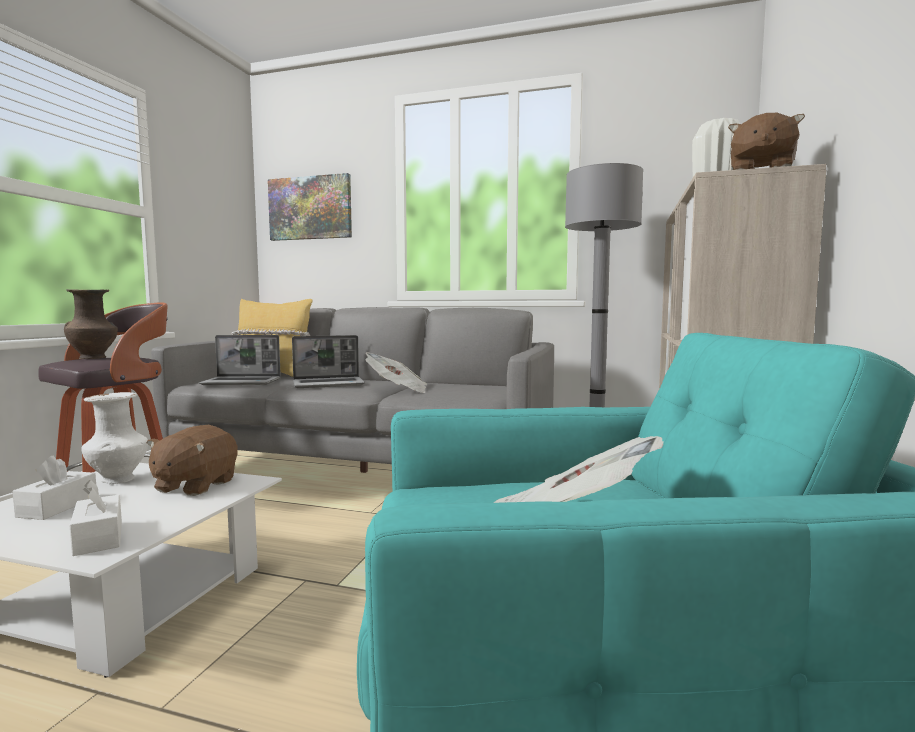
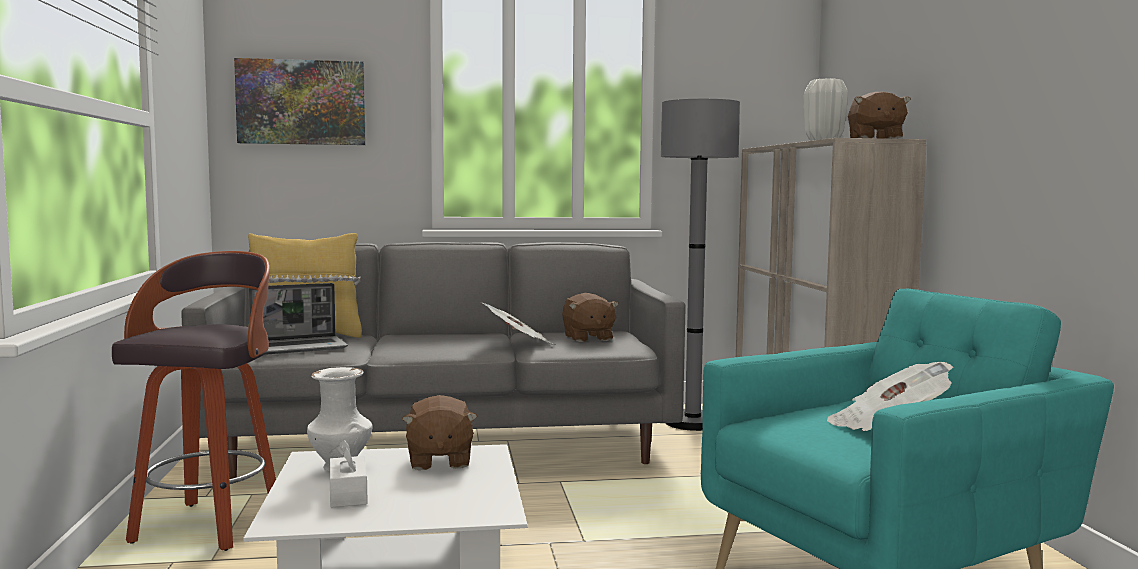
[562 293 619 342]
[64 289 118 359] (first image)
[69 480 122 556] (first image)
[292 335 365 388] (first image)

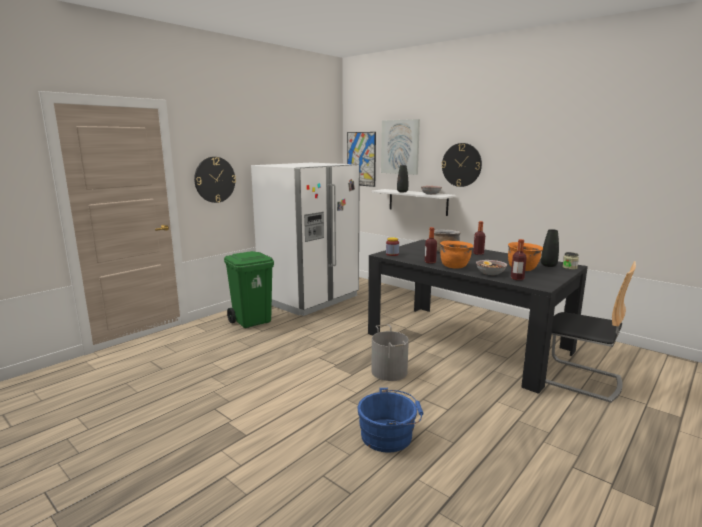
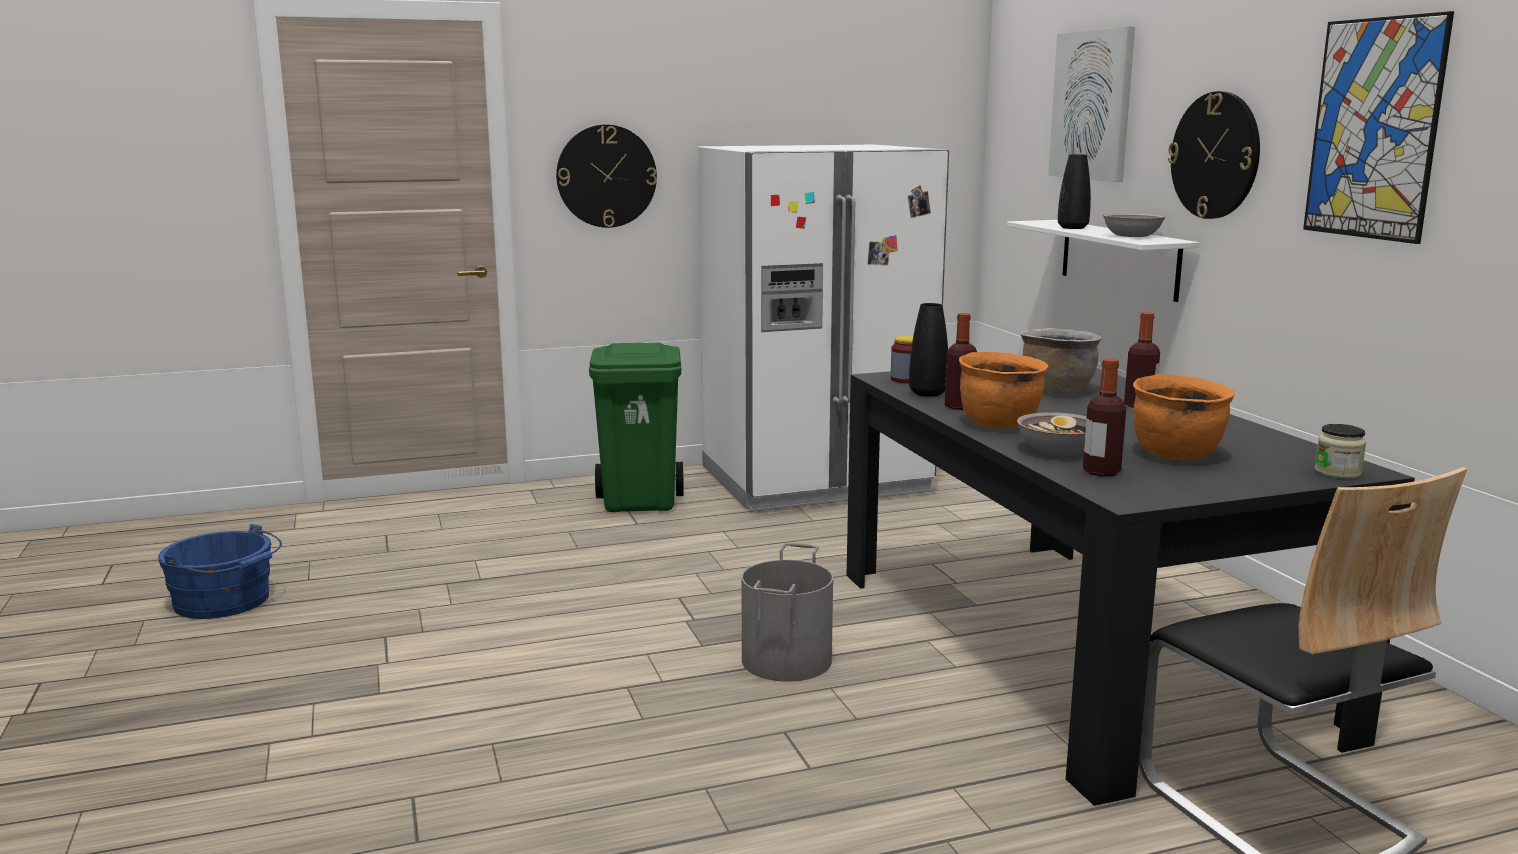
[158 524 282 619]
[909 303 948 397]
[1303 11 1454 244]

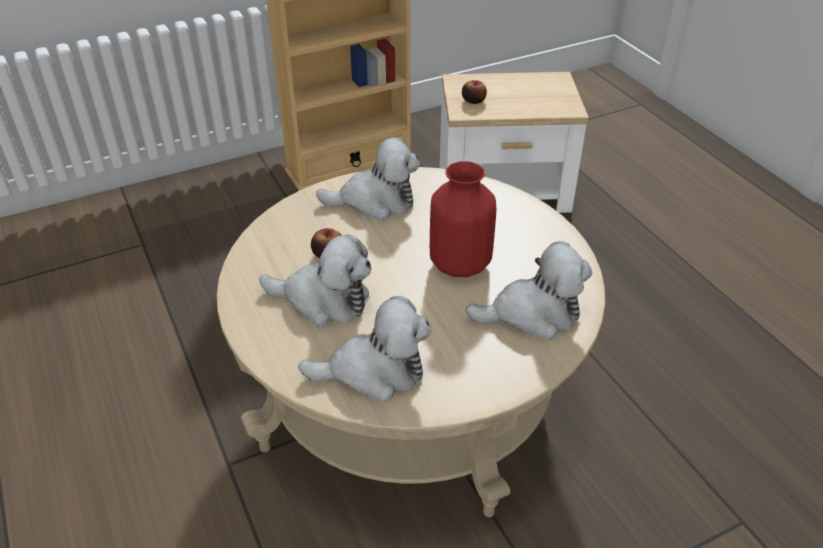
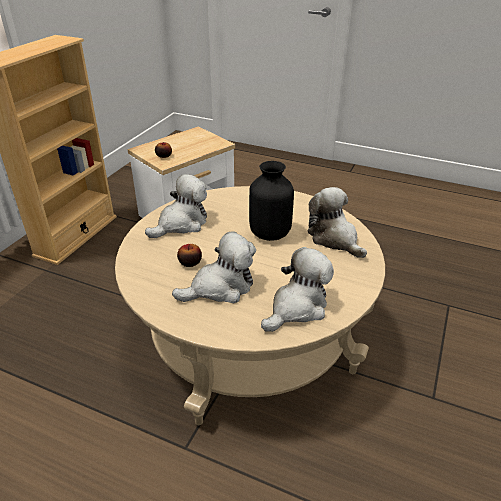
[249 161 294 241]
[308 187 367 258]

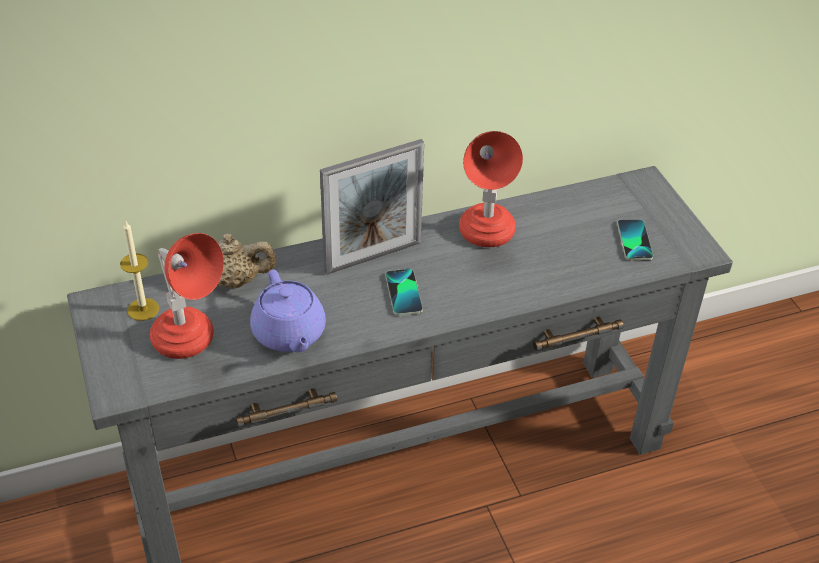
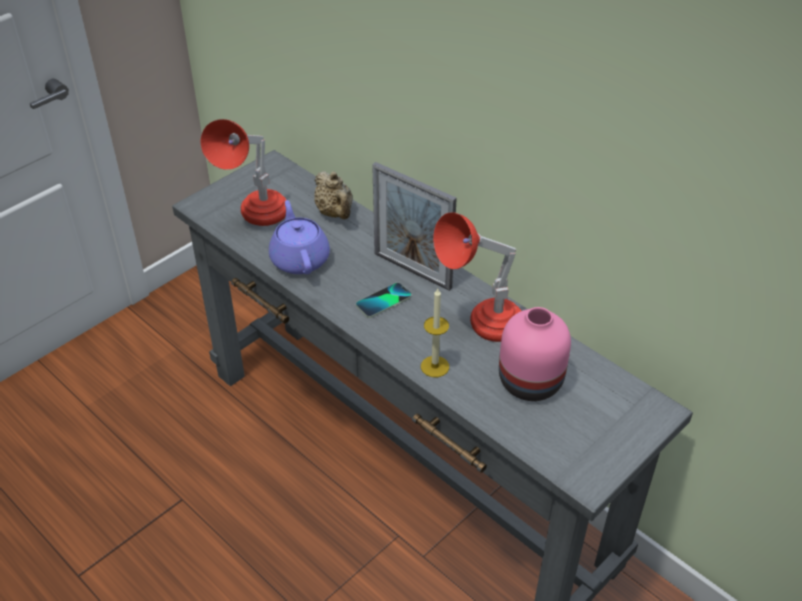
[269 200 330 274]
[421 289 449 377]
[499 307 571 401]
[617 219 653 261] (first image)

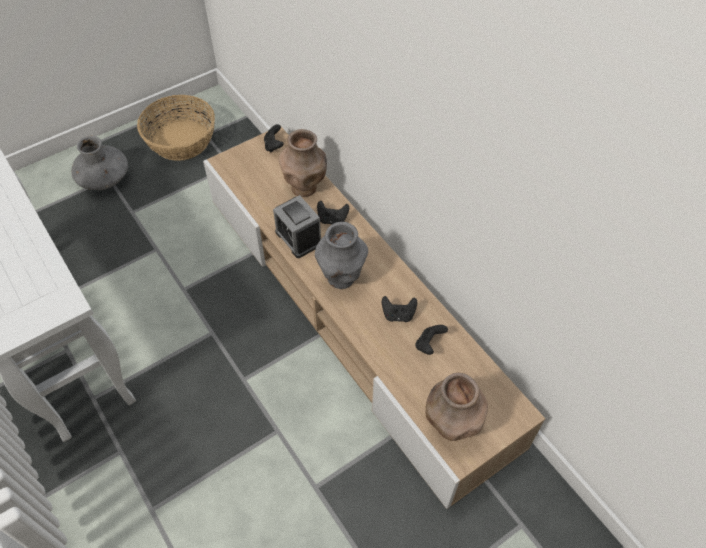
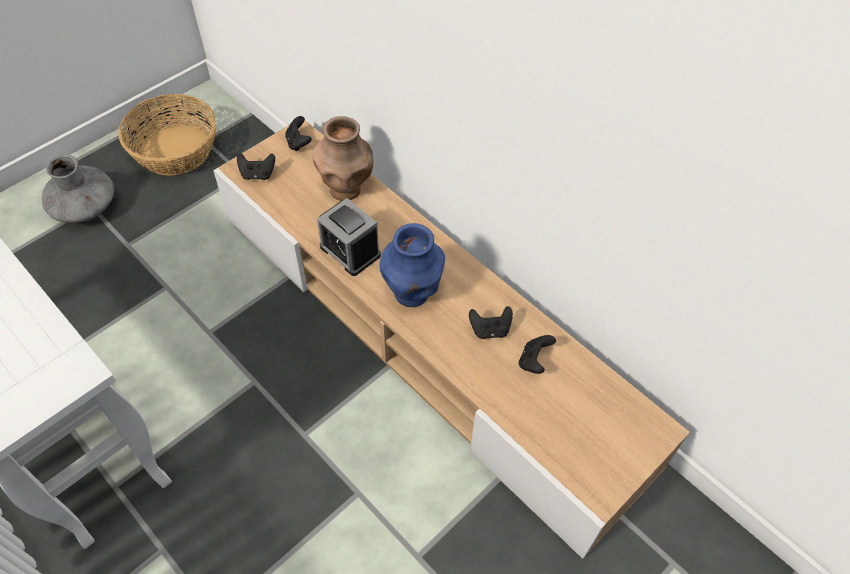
[237 153 275 180]
[379 223 445 307]
[426 373 488 441] (first image)

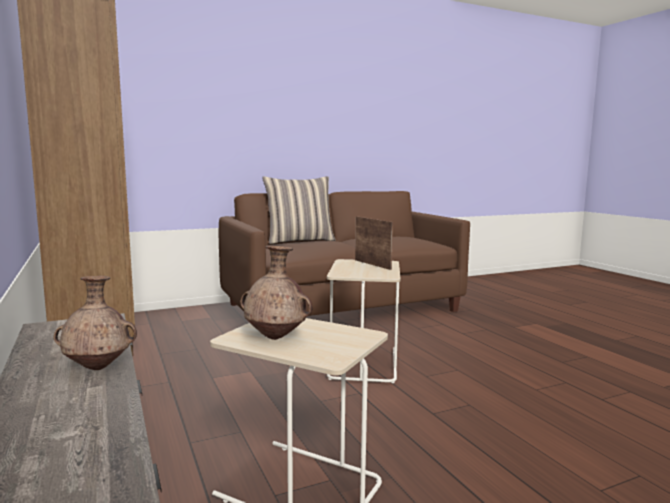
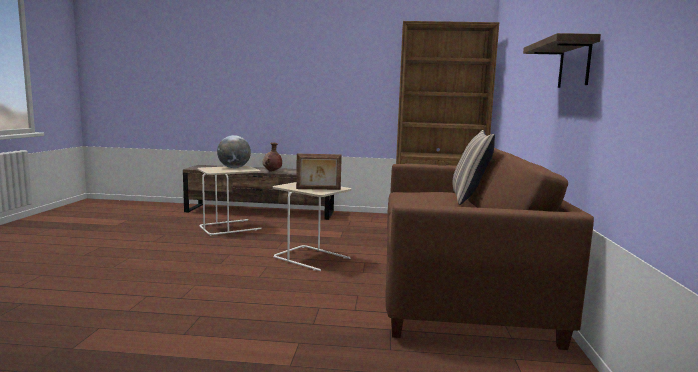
[217 135 251 168]
[523 33 601 88]

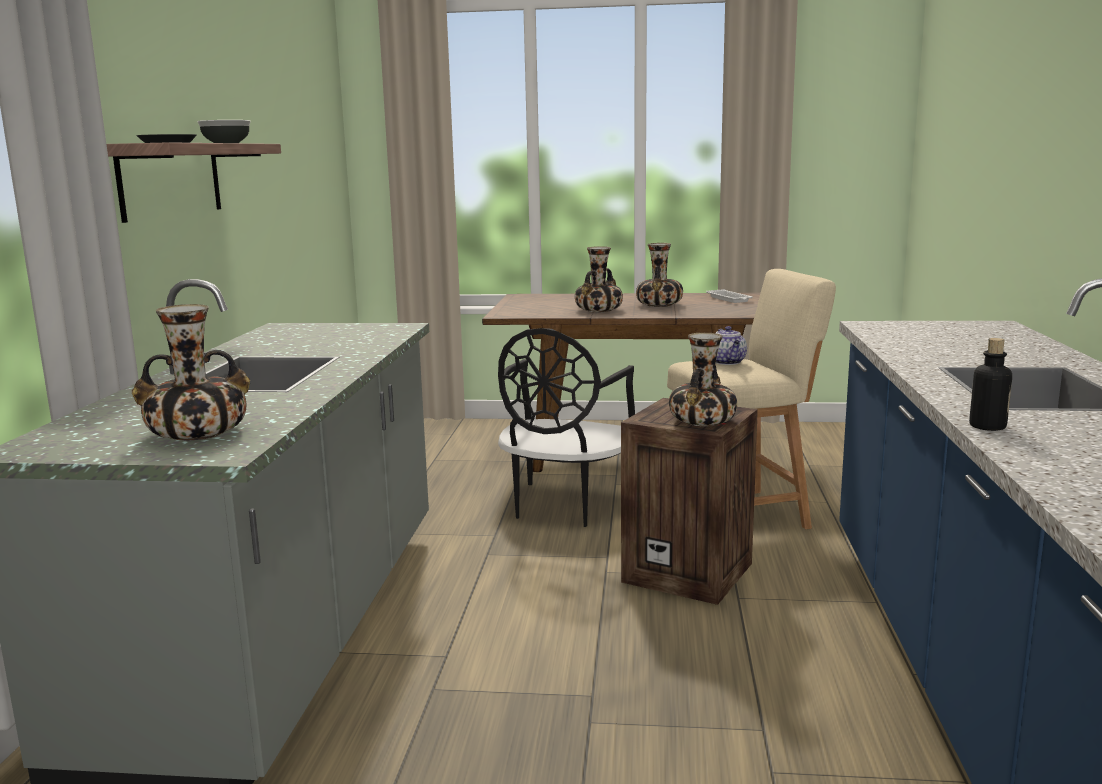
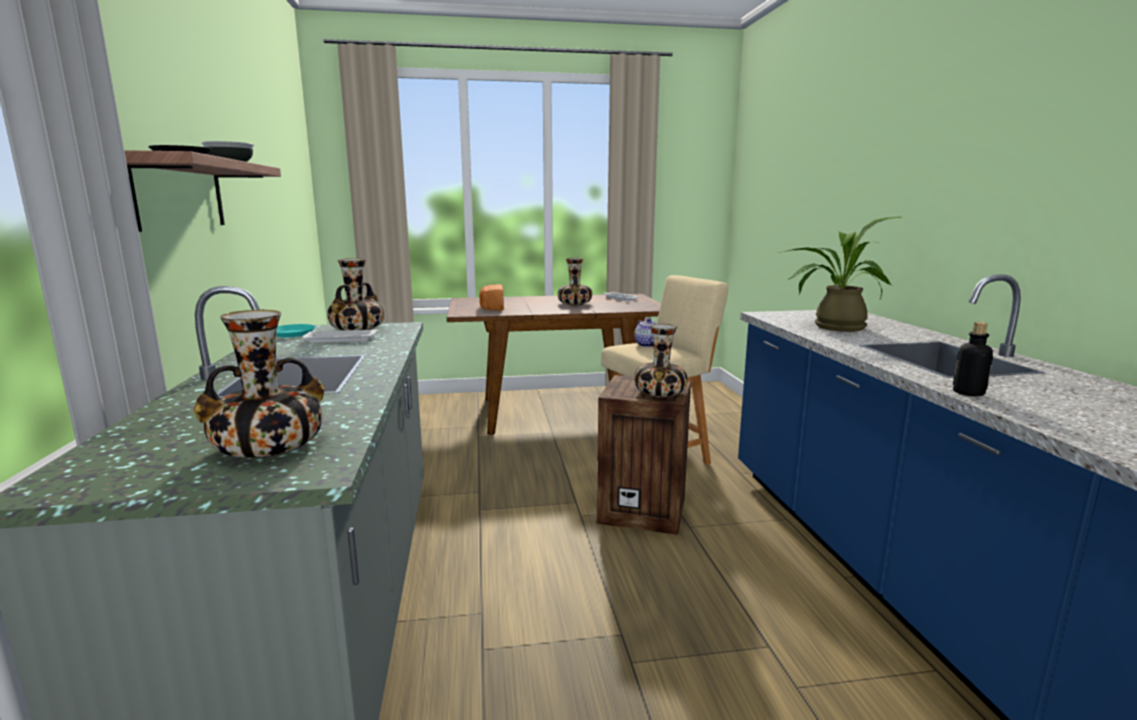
[276 324 316 338]
[302 329 378 343]
[327 258 384 330]
[480 284 504 311]
[779 217 901 332]
[498 328 635 527] (first image)

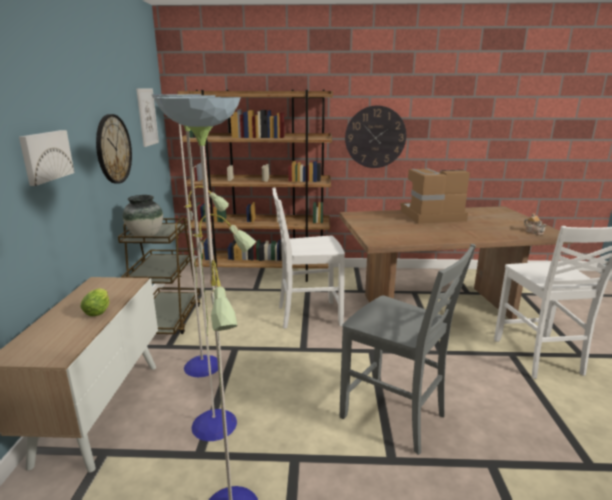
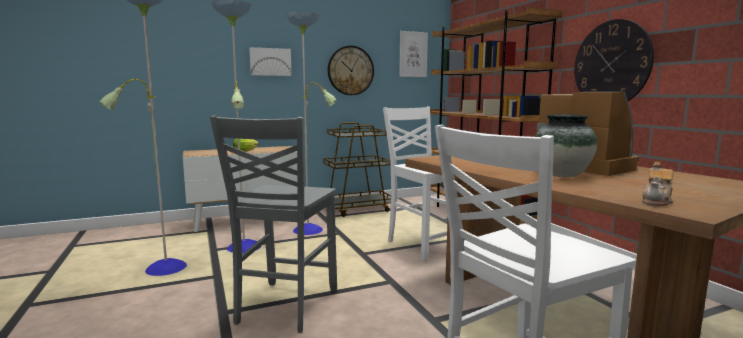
[535 114 597 177]

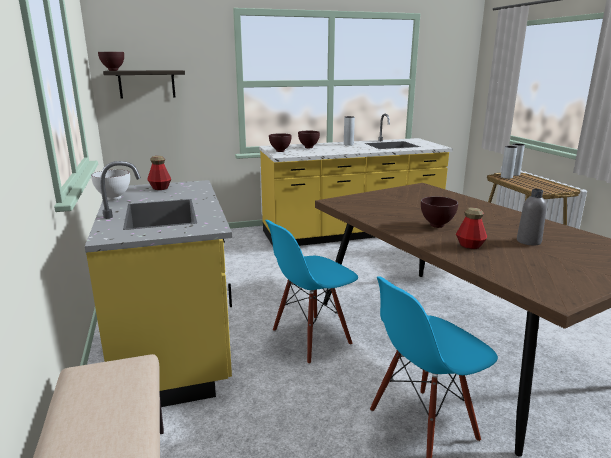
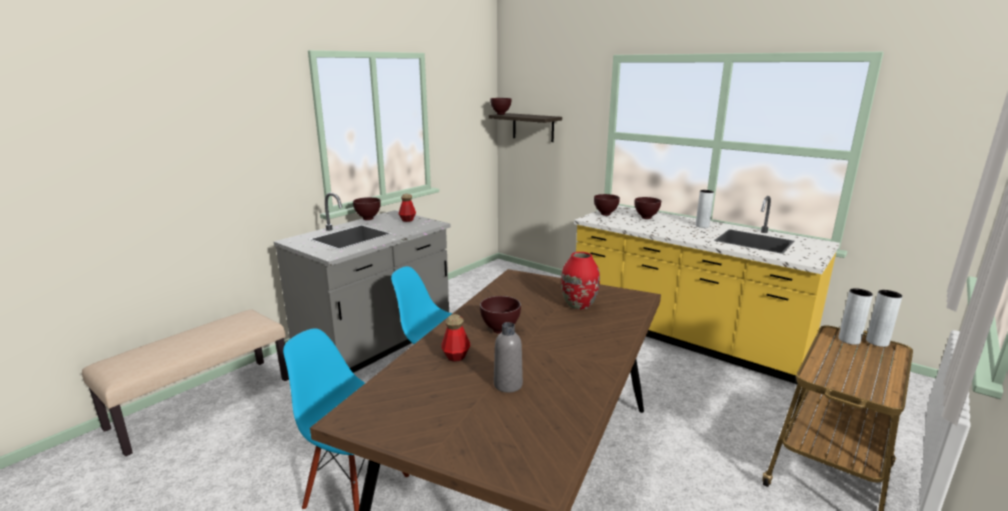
[274 193 451 373]
[353 197 381 220]
[561 252 600 310]

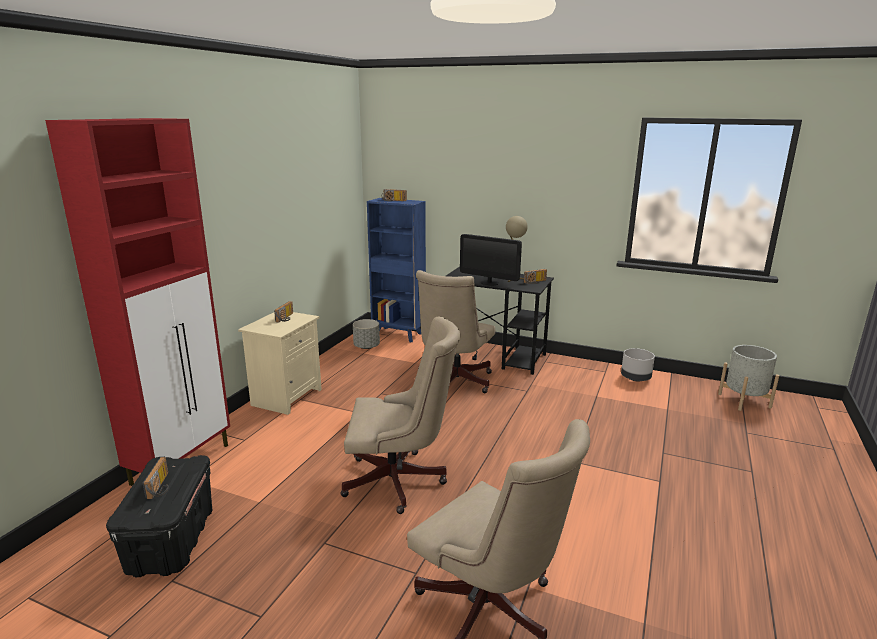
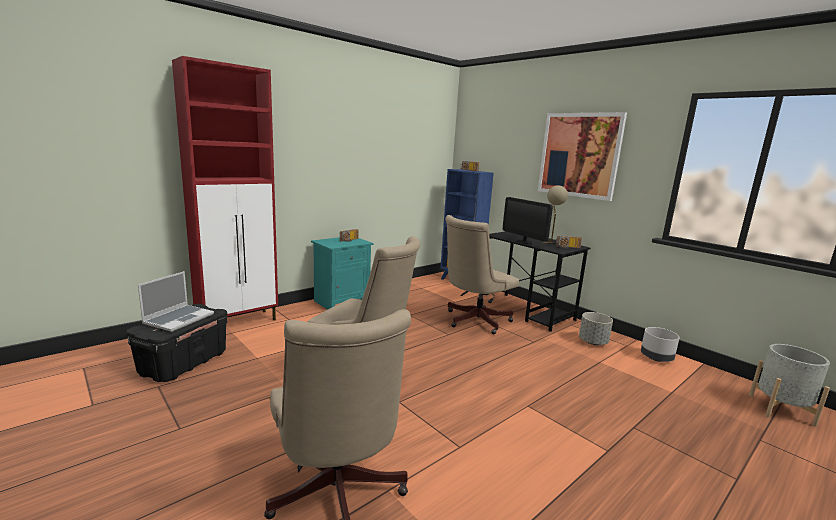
[138 271 214 332]
[311 237 374 310]
[538 112 627 201]
[579 312 613 345]

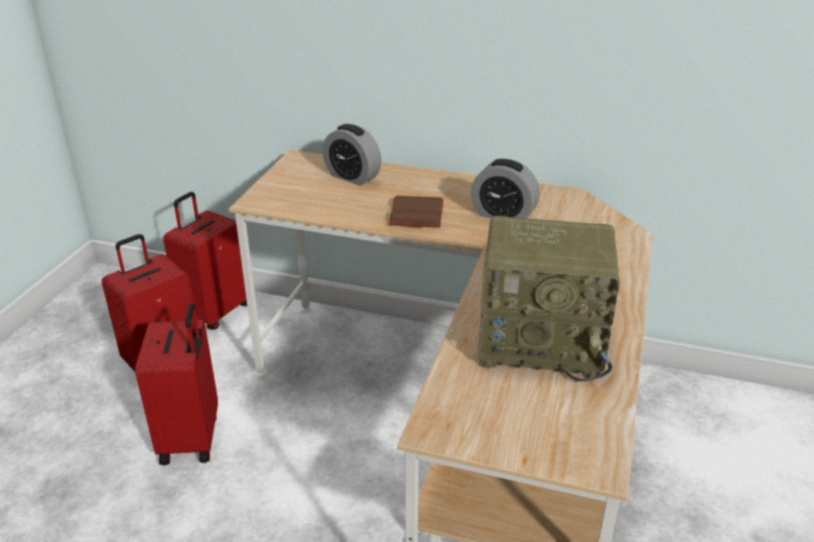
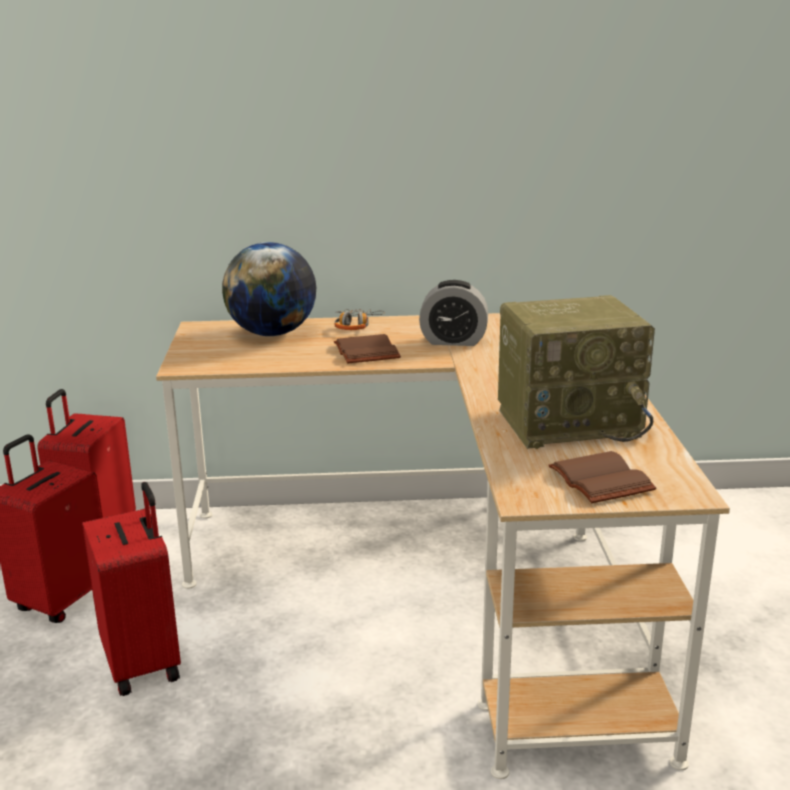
[222 242 316 336]
[334 309 385 330]
[549 451 656 503]

